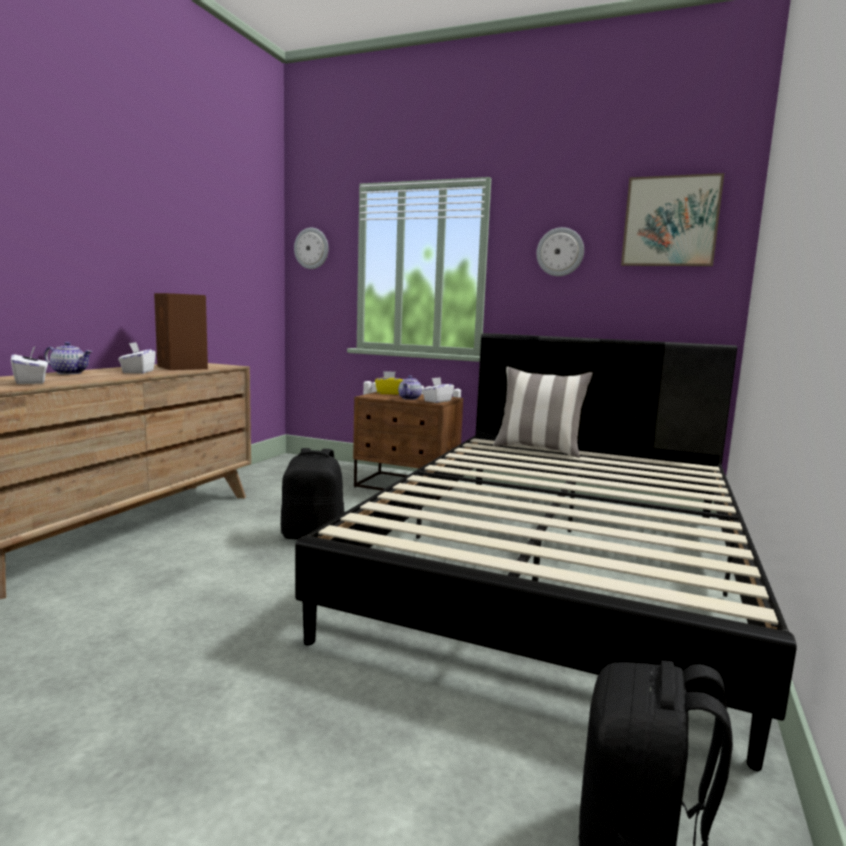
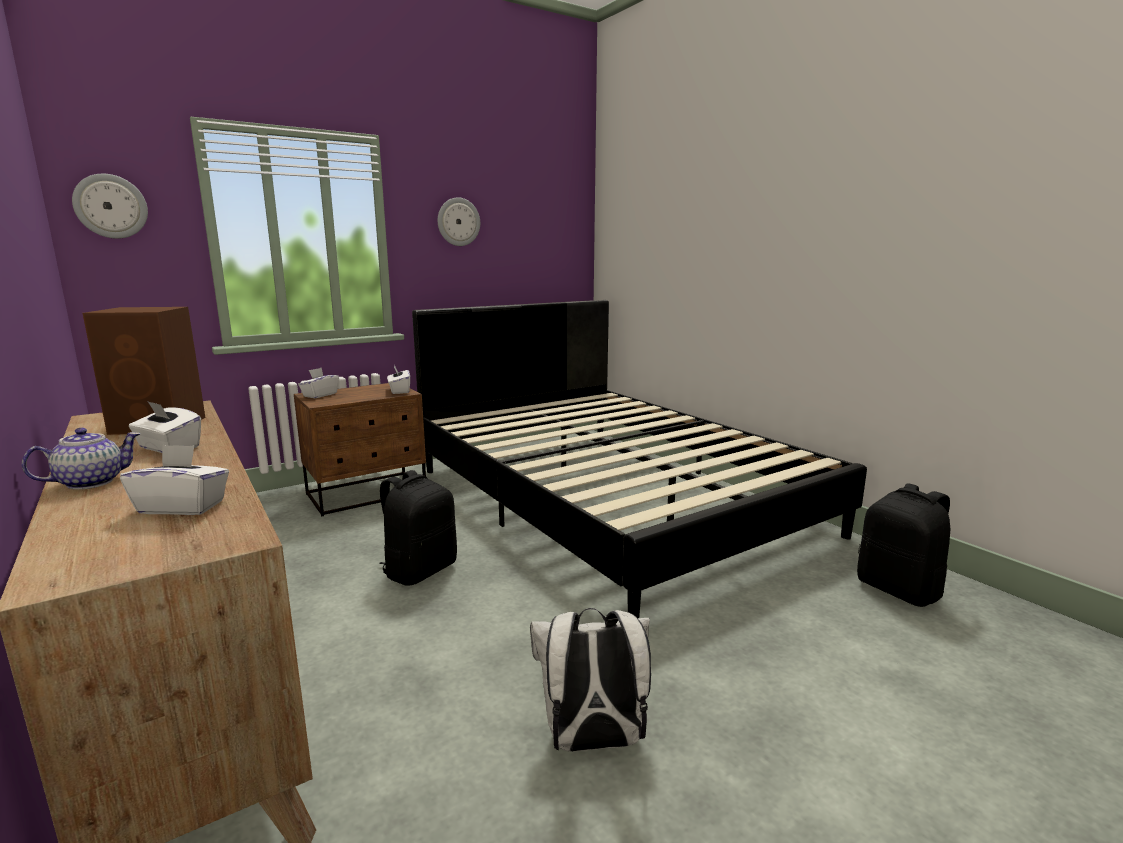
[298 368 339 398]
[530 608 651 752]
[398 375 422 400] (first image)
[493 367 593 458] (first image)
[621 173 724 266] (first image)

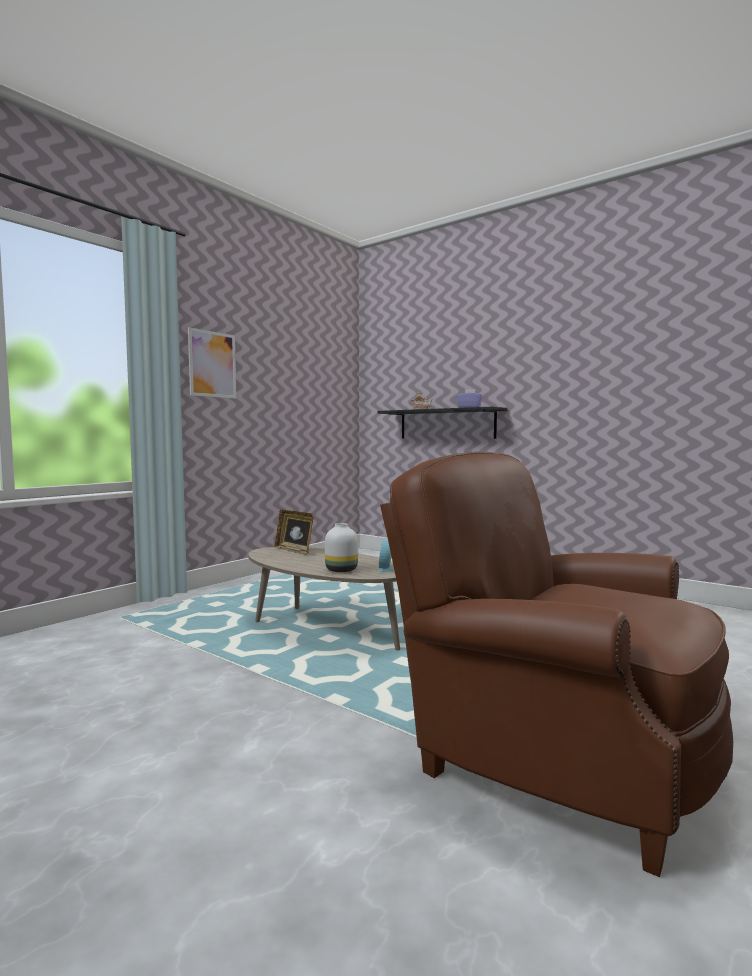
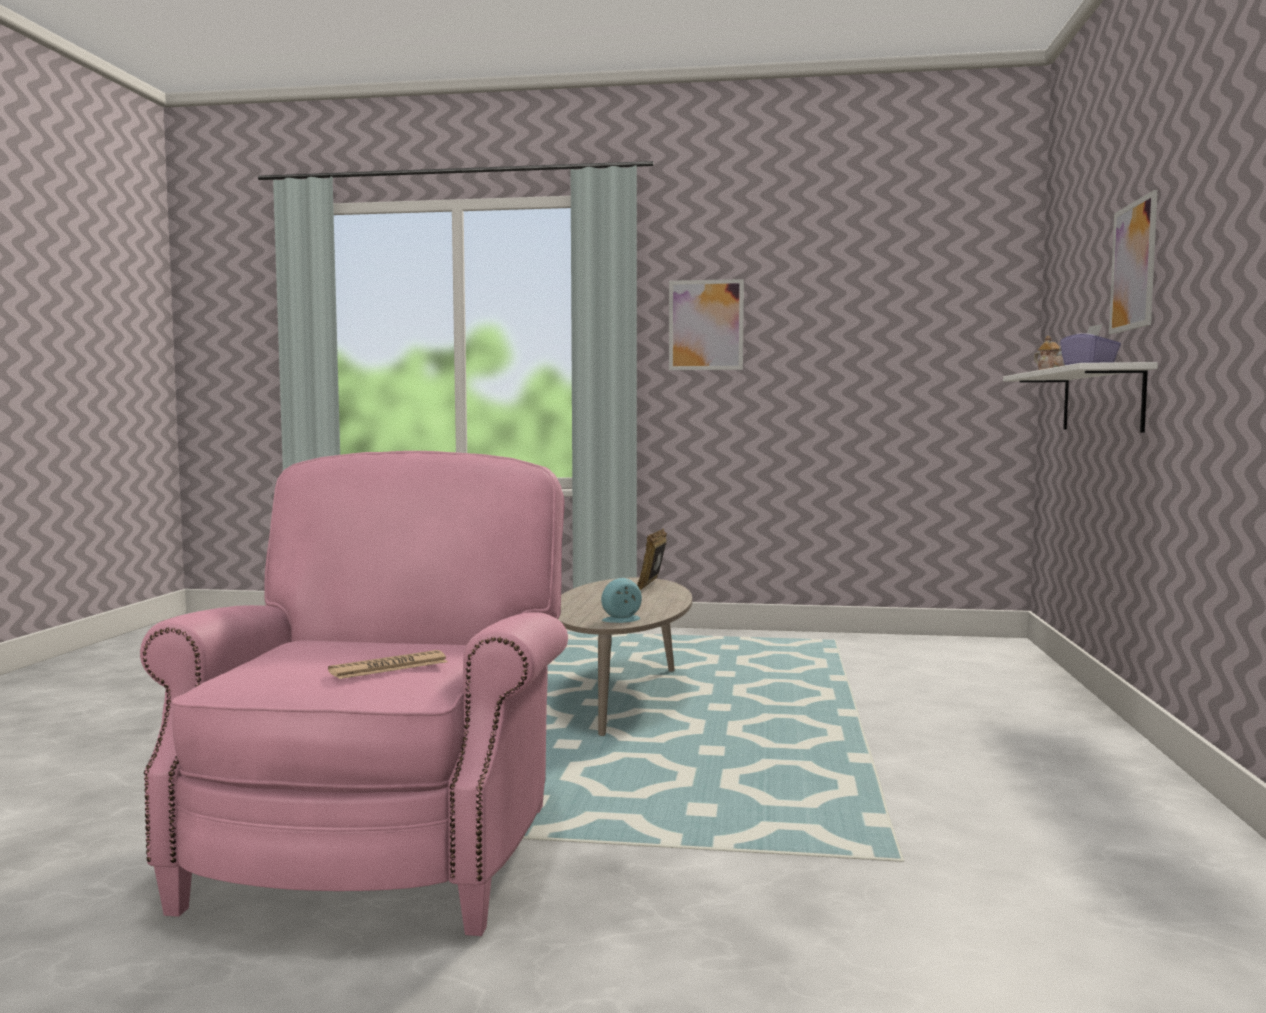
[140 451 568 936]
[328 650 448 679]
[1003 362 1158 432]
[1109 190 1158 334]
[325 523 358 572] (first image)

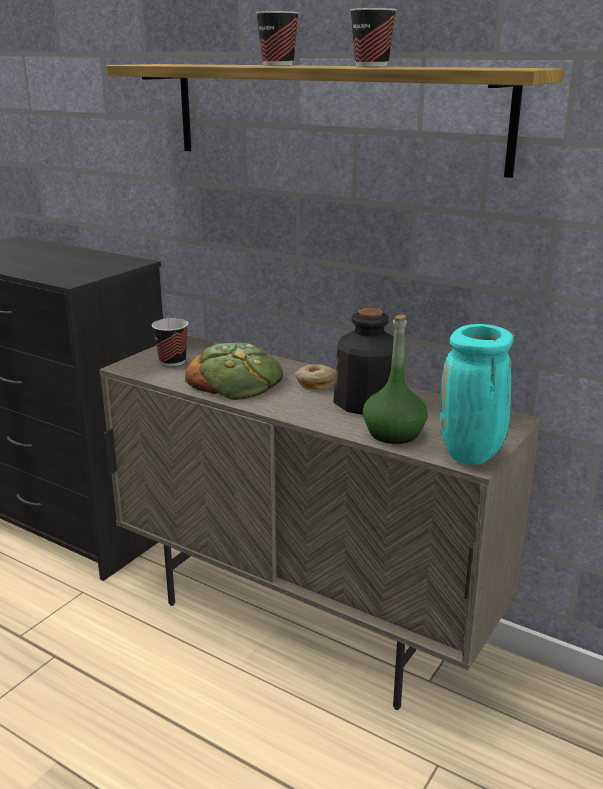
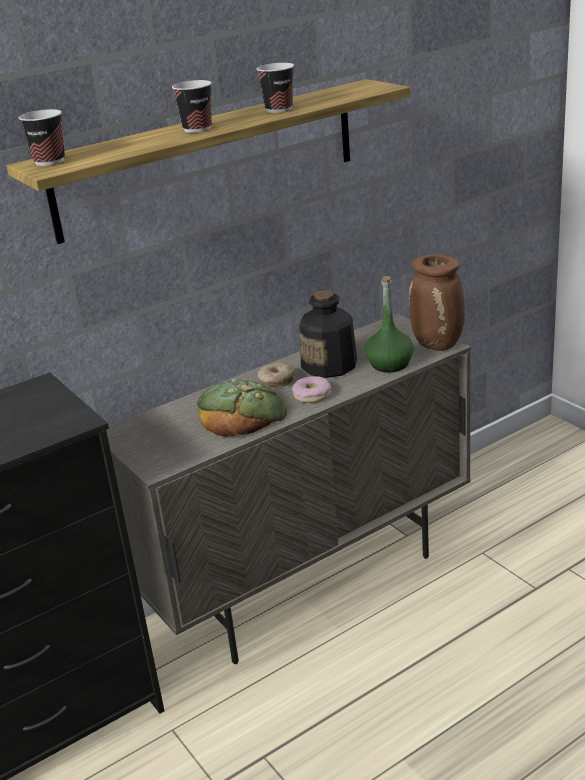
[19 109 65 166]
[292 376 331 403]
[409 254 465 351]

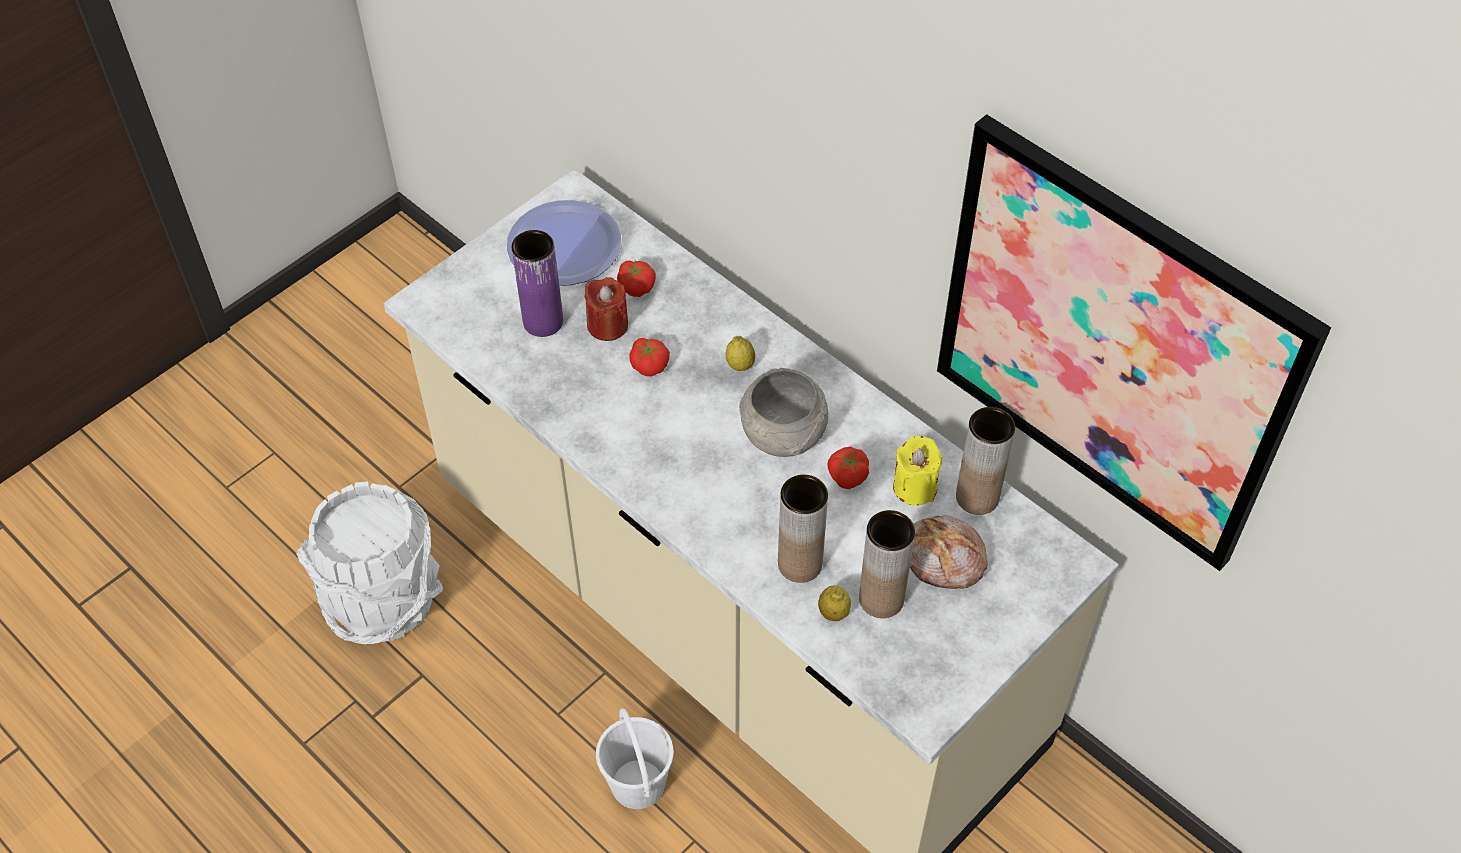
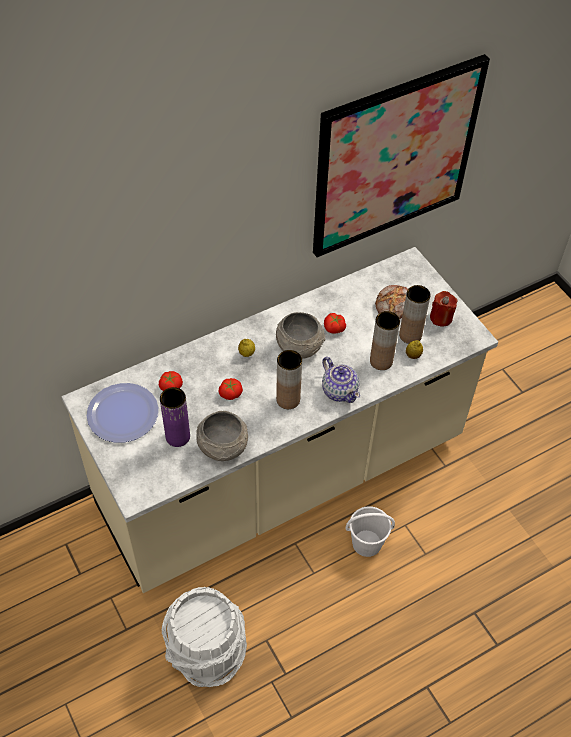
[196 411 248 461]
[276 350 302 409]
[322 357 360 403]
[430 291 458 327]
[893 436 942 506] (first image)

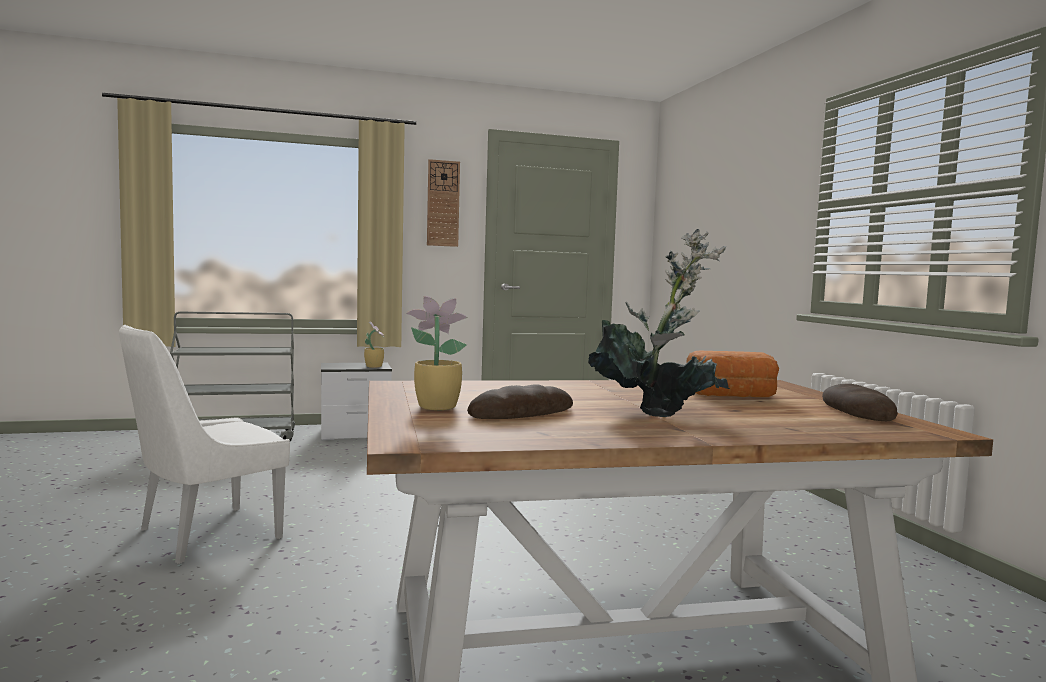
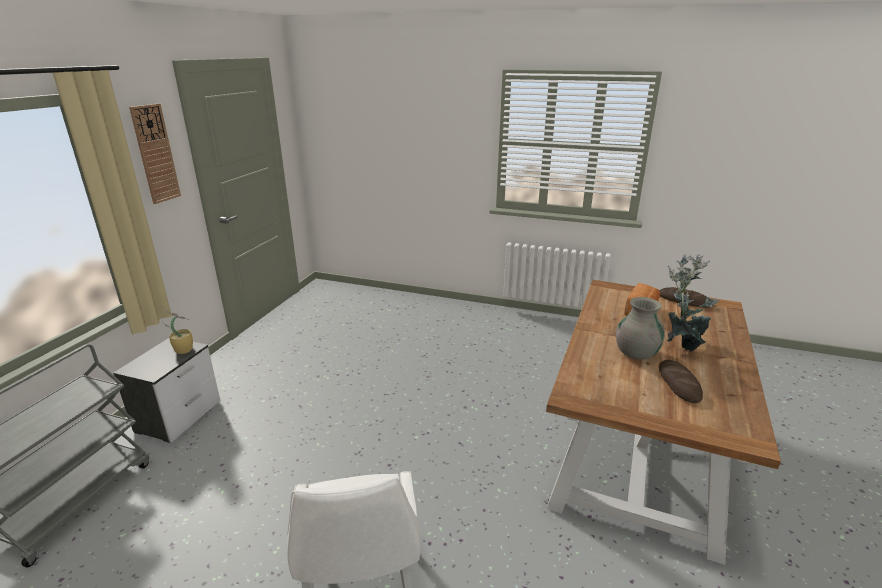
[616 297 665 360]
[406 296 468 410] (first image)

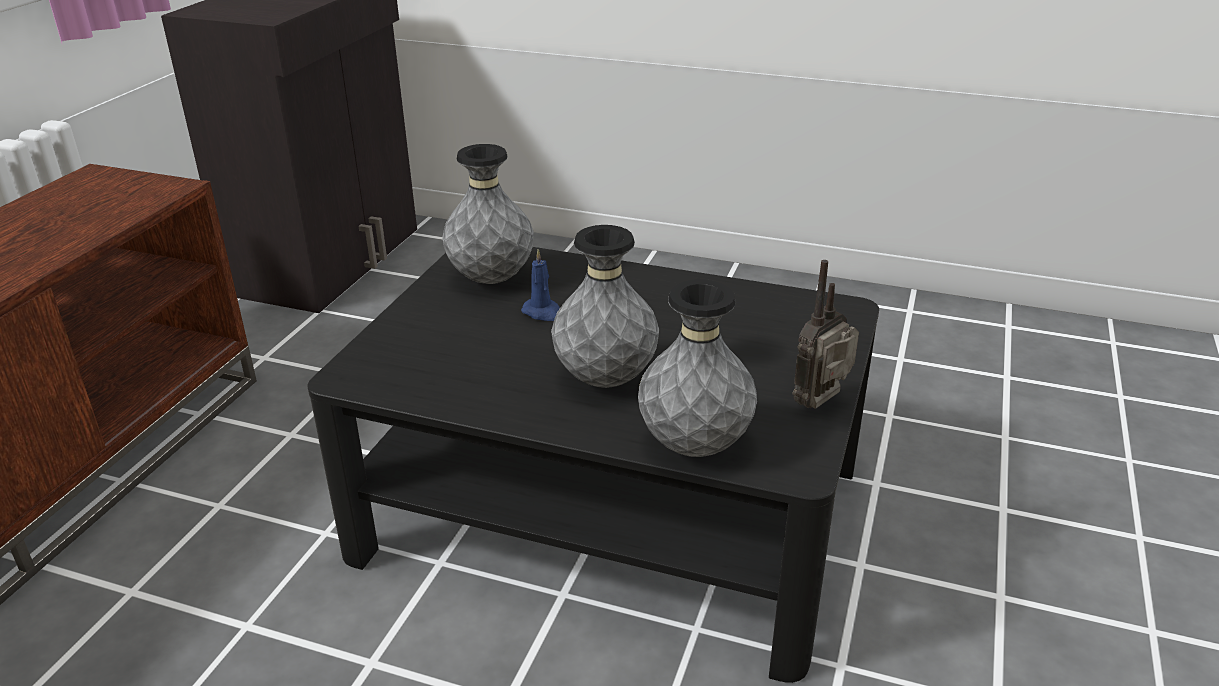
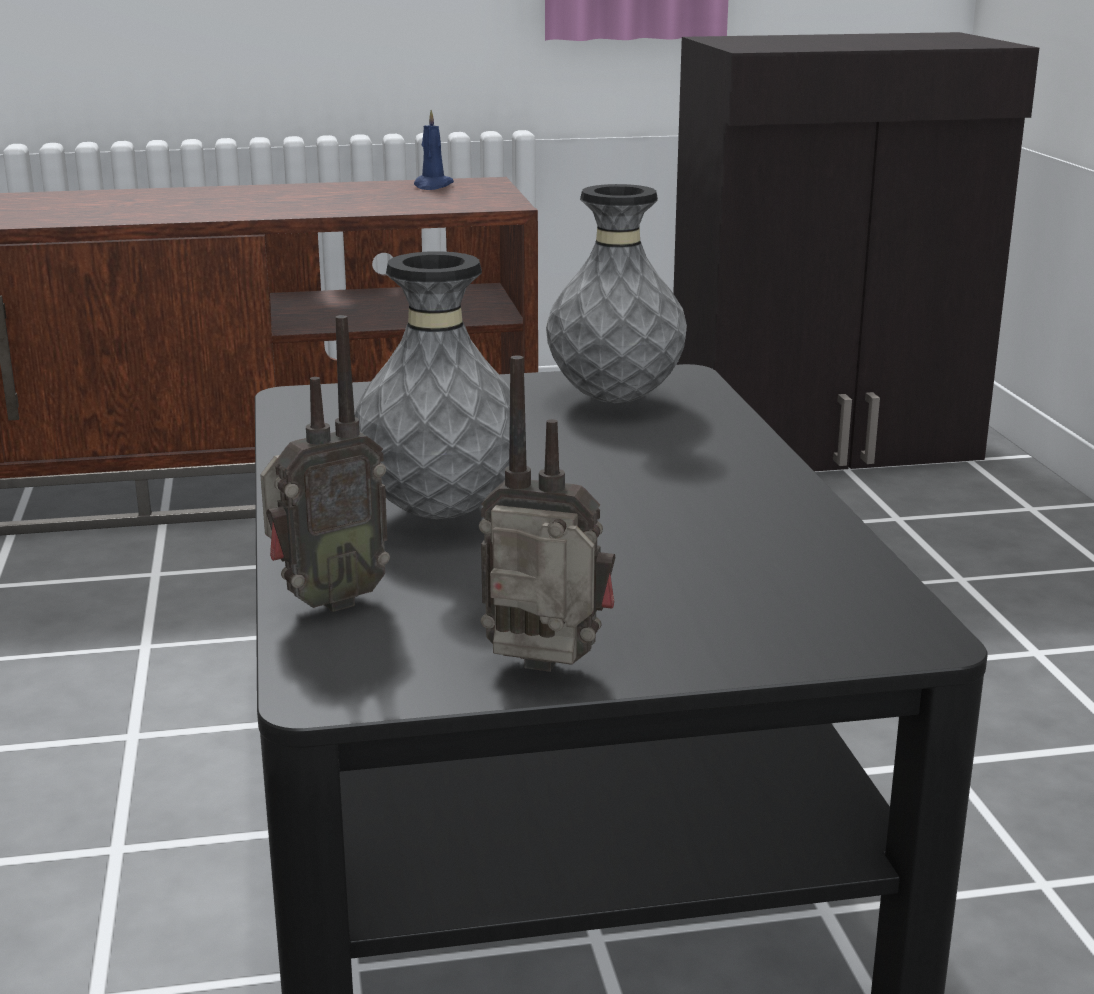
[260 315 390 612]
[414 110 454 190]

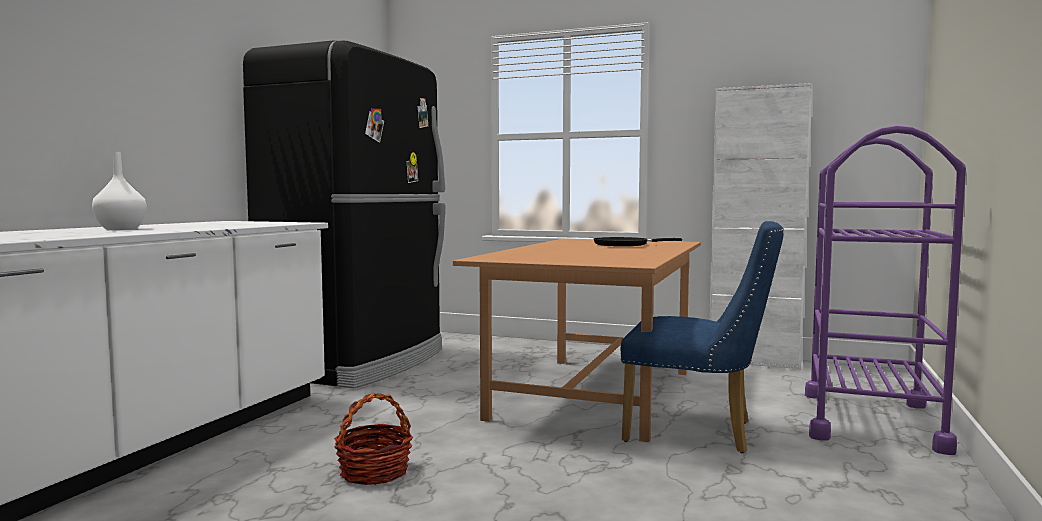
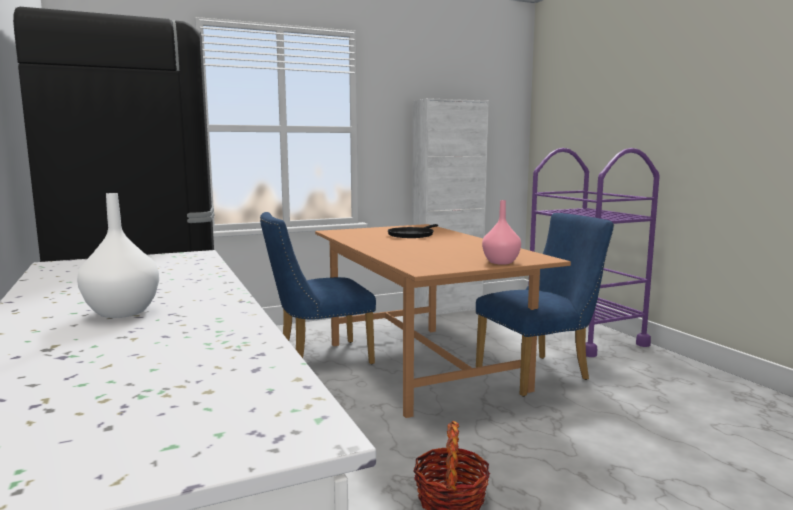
[260 212 376 365]
[482 200 521 265]

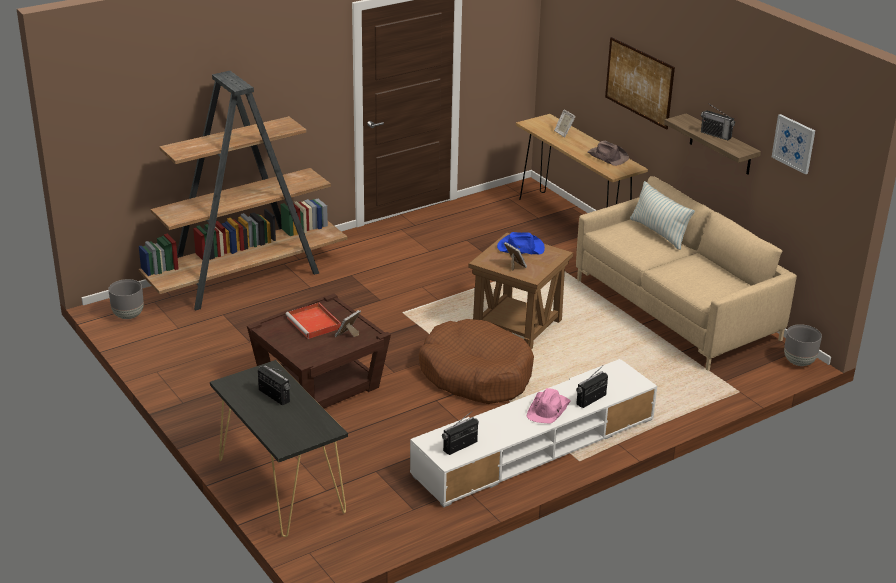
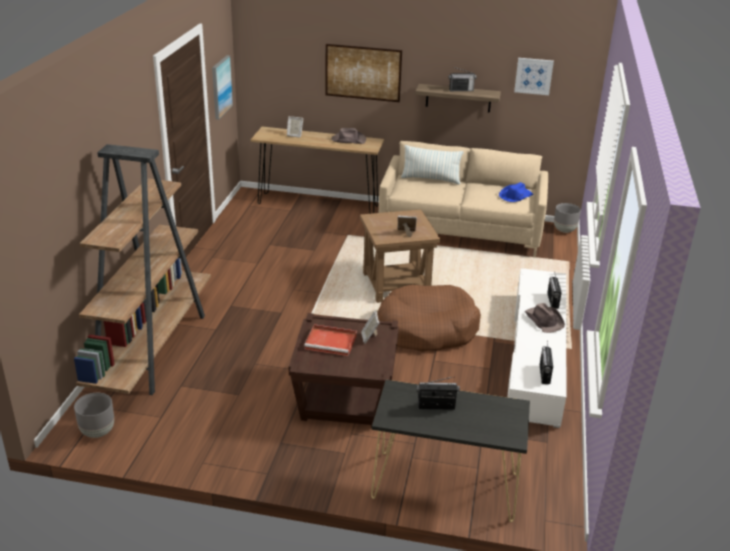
[212 55 233 120]
[499 182 533 202]
[525 303 565 333]

